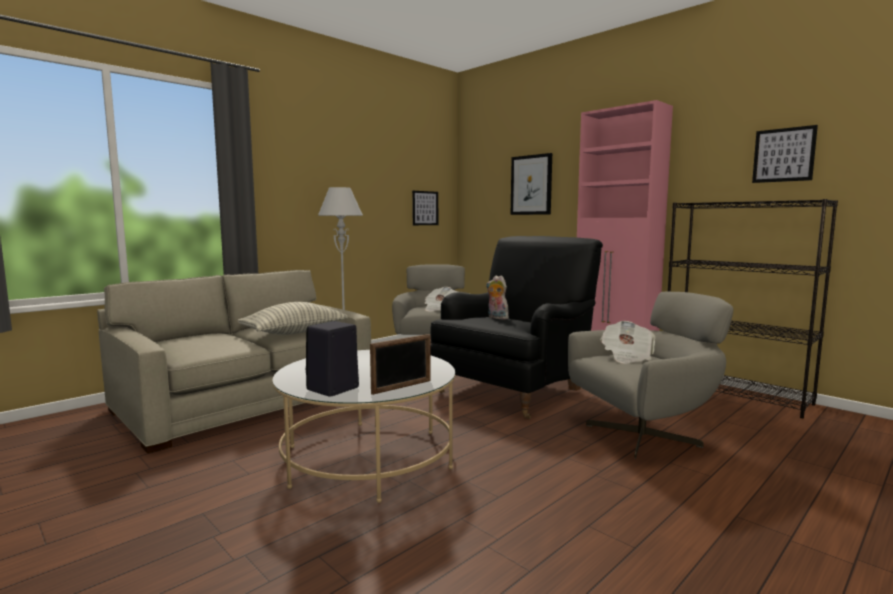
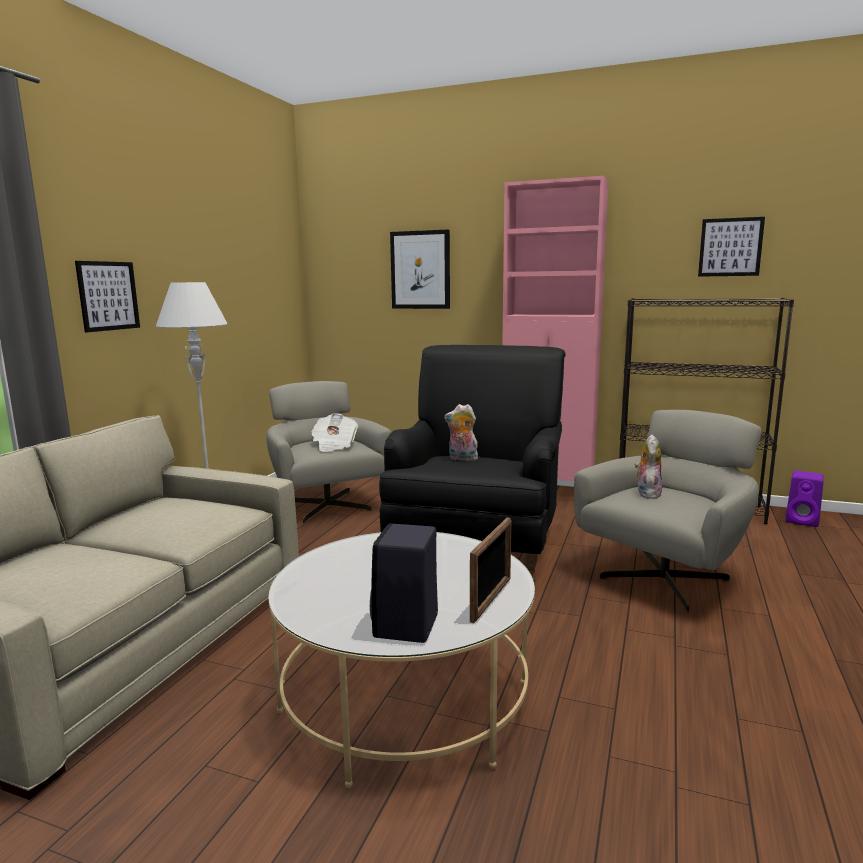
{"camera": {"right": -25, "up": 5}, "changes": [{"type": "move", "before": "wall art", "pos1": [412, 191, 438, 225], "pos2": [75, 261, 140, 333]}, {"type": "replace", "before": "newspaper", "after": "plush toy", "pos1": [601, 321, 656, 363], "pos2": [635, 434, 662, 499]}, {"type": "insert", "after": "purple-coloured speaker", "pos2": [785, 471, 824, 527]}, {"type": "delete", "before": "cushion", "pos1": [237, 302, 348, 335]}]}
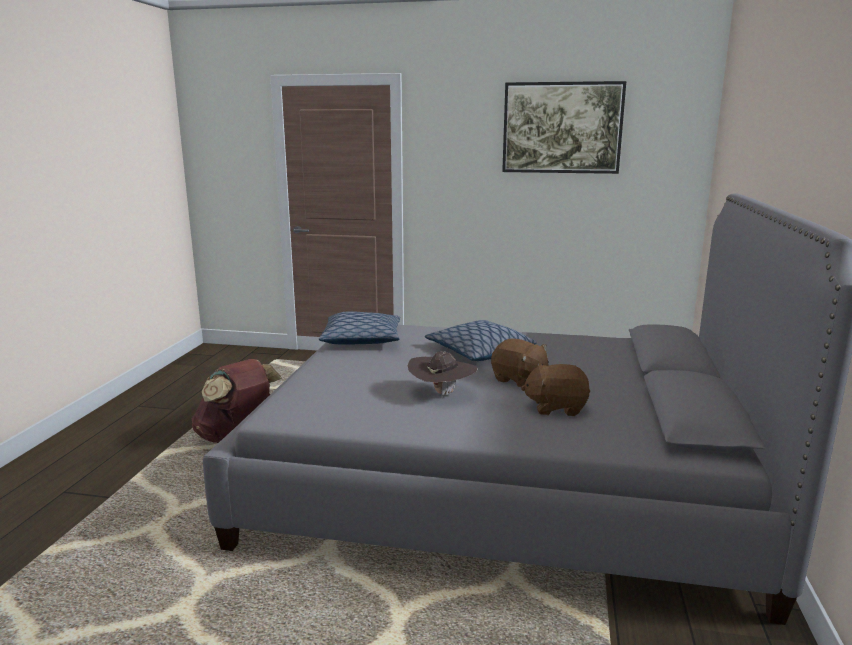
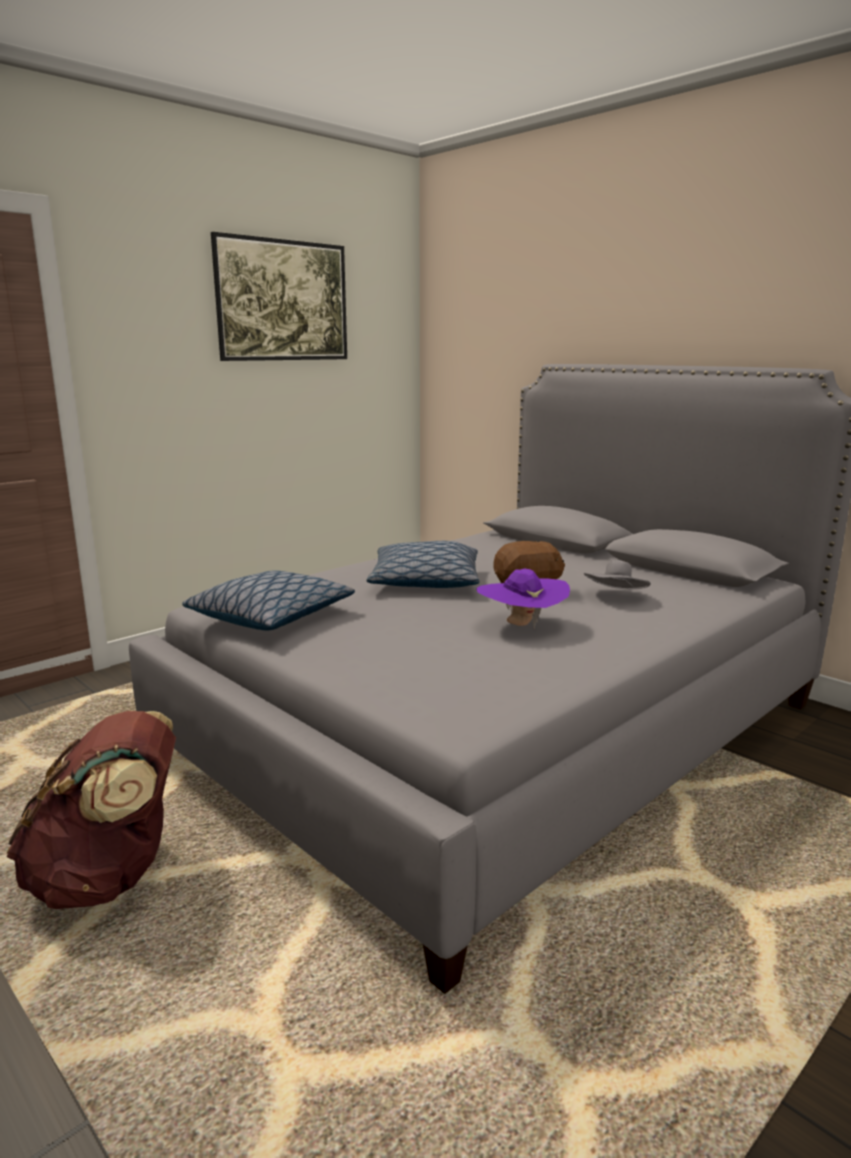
{"camera": {"right": -55, "up": 0}, "changes": [{"type": "recolor", "before": "brownish clothing hat", "after": "purple-coloured clothing hat", "pos1": [408, 351, 477, 399], "pos2": [476, 569, 570, 629]}, {"type": "replace", "before": "brownish plush toy", "after": "greyish clothing hat", "pos1": [521, 363, 590, 416], "pos2": [584, 560, 651, 590]}]}
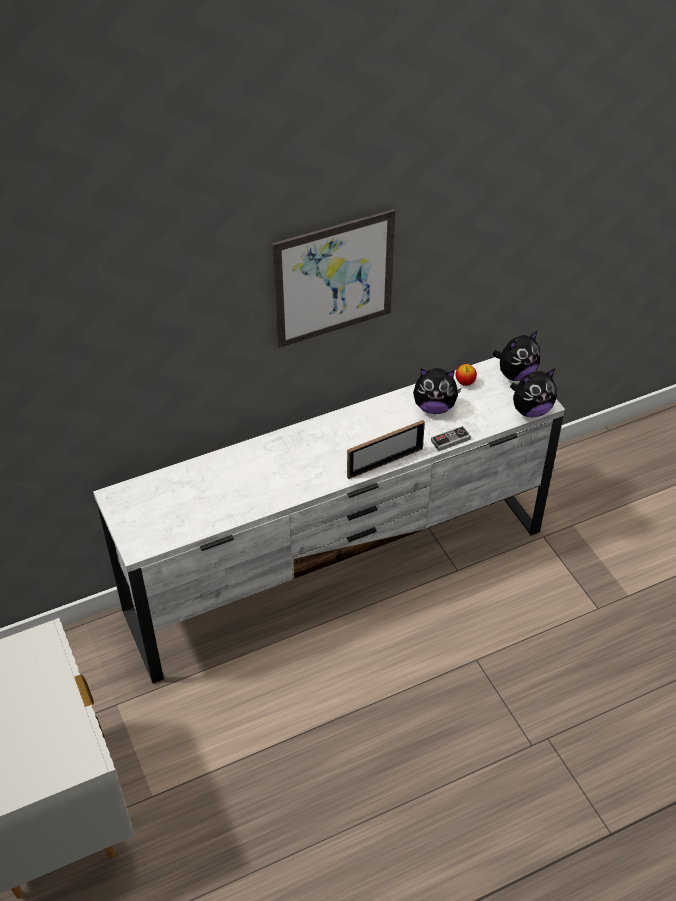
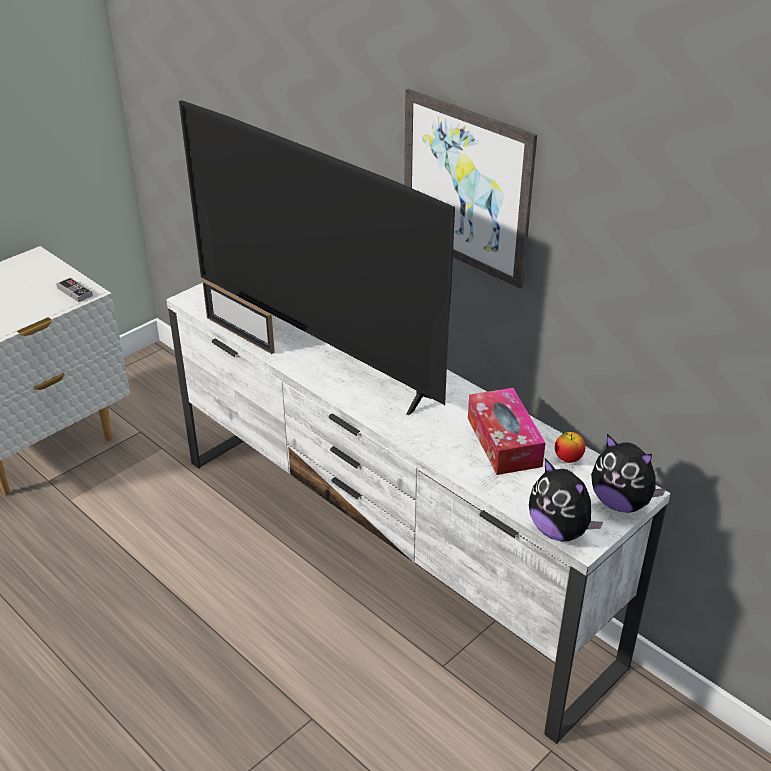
{"camera": {"right": 70, "up": -10}, "changes": [{"type": "move", "before": "gamepad", "pos1": [431, 426, 471, 451], "pos2": [56, 277, 93, 302]}, {"type": "insert", "after": "television", "pos2": [179, 100, 455, 415]}, {"type": "move", "before": "picture frame", "pos1": [347, 420, 425, 479], "pos2": [203, 279, 275, 354]}, {"type": "replace", "before": "plush toy", "after": "box of tissues", "pos1": [413, 368, 461, 414], "pos2": [468, 388, 546, 475]}]}
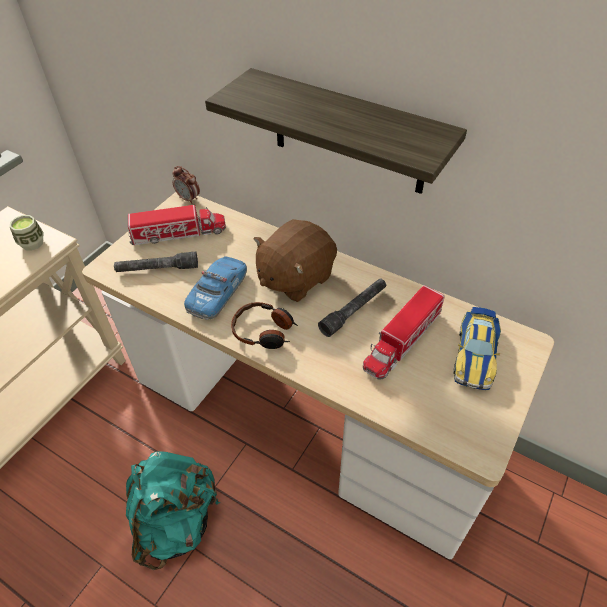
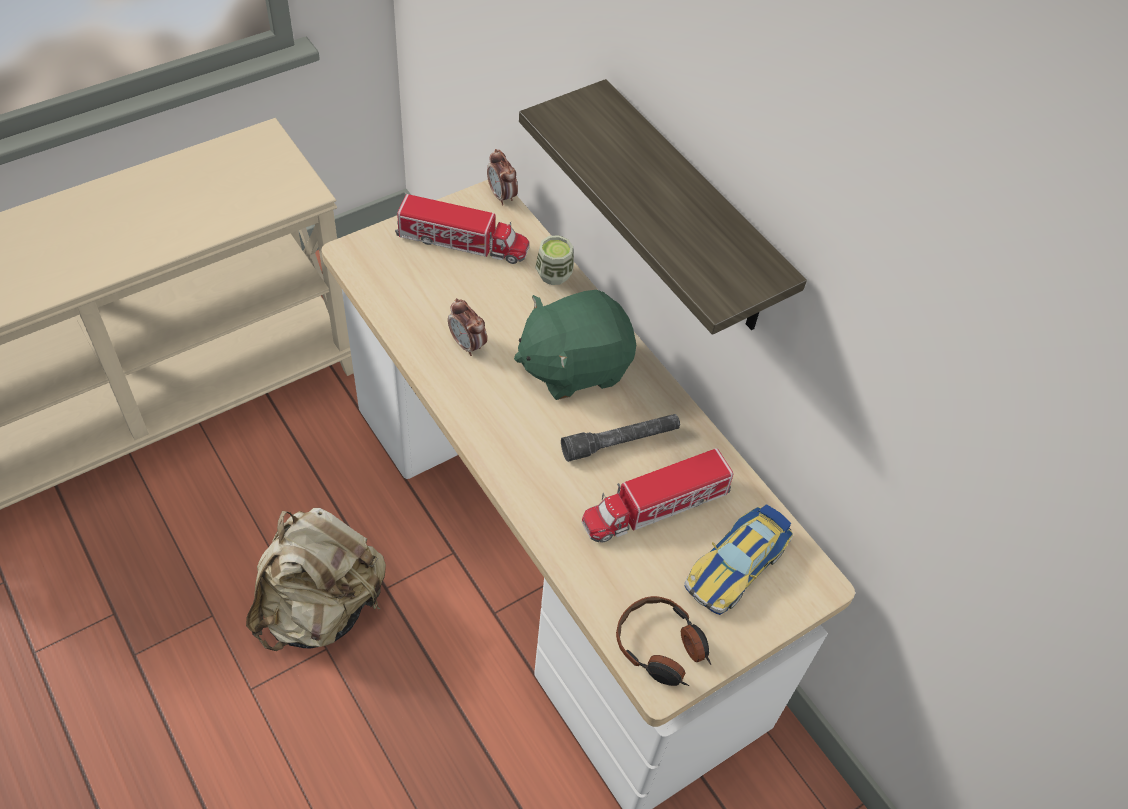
{"camera": {"right": 20, "up": 5}, "changes": [{"type": "recolor", "before": "turquoise knapsack", "after": "beige-coloured knapsack", "pos1": [126, 451, 220, 570], "pos2": [246, 508, 386, 651]}, {"type": "replace", "before": "model car", "after": "bedside clock", "pos1": [184, 256, 247, 320], "pos2": [448, 298, 487, 356]}, {"type": "recolor", "before": "brownish plush toy", "after": "greenish plush toy", "pos1": [253, 219, 337, 302], "pos2": [514, 290, 636, 400]}, {"type": "move", "before": "small cup", "pos1": [10, 215, 43, 251], "pos2": [535, 235, 574, 285]}, {"type": "move", "before": "headset", "pos1": [231, 302, 298, 349], "pos2": [616, 596, 712, 686]}, {"type": "delete", "before": "greyish flashlight", "pos1": [114, 252, 198, 272]}]}
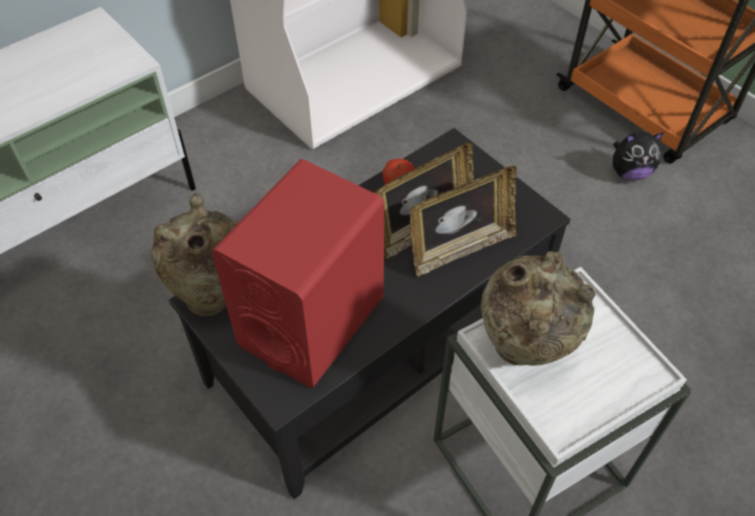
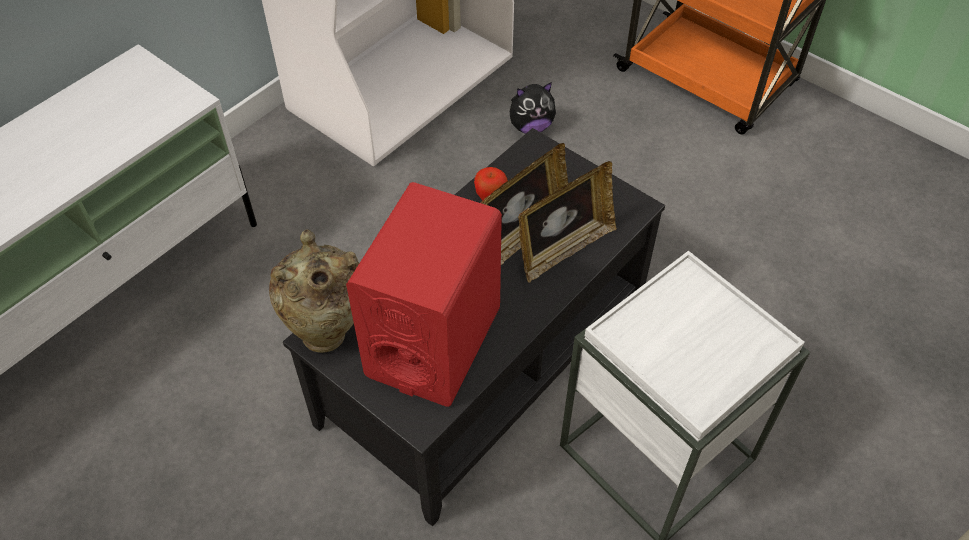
{"camera": {"right": -10, "up": 0}, "changes": [{"type": "move", "before": "plush toy", "pos1": [613, 132, 664, 180], "pos2": [510, 82, 556, 134]}, {"type": "delete", "before": "beige-coloured vase", "pos1": [481, 251, 595, 366]}]}
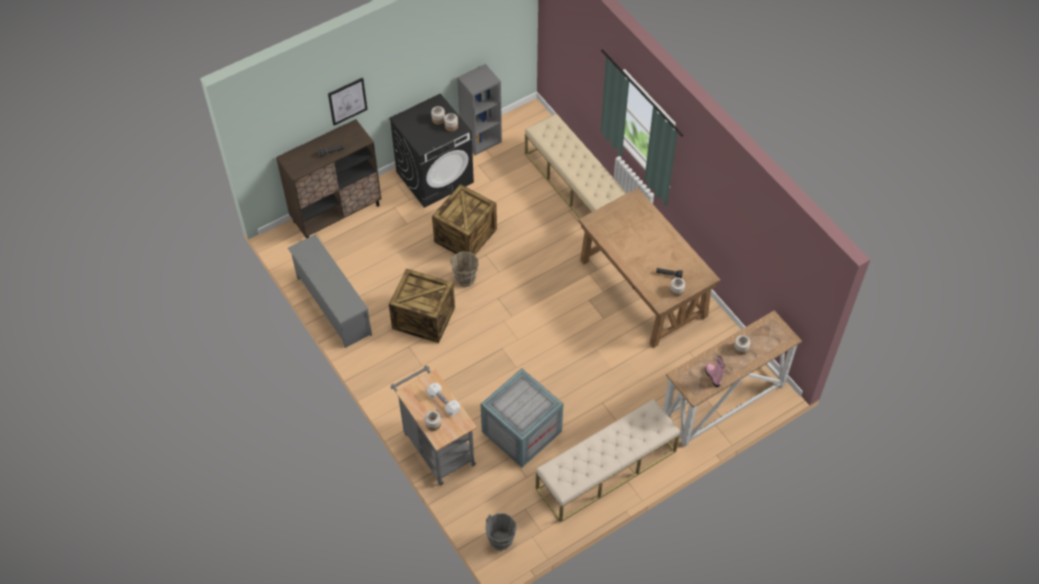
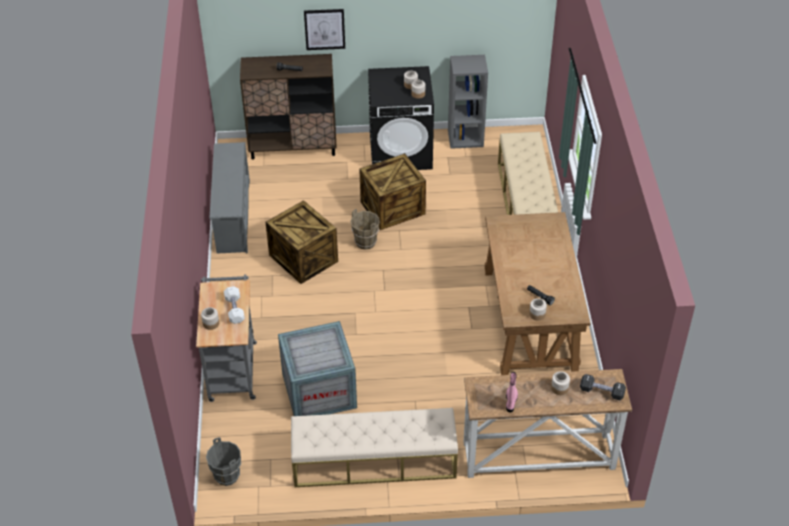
{"camera": {"right": 30, "up": -10}, "changes": [{"type": "insert", "after": "black-coloured dumbbell", "pos2": [580, 374, 626, 400]}]}
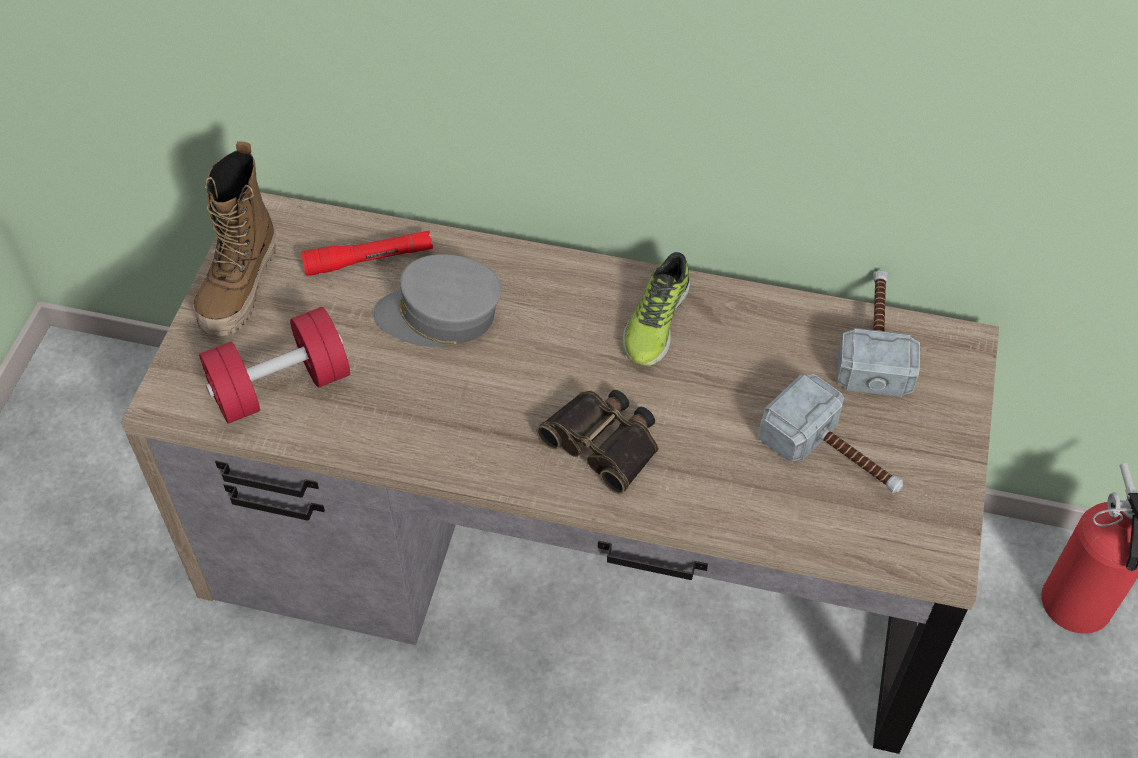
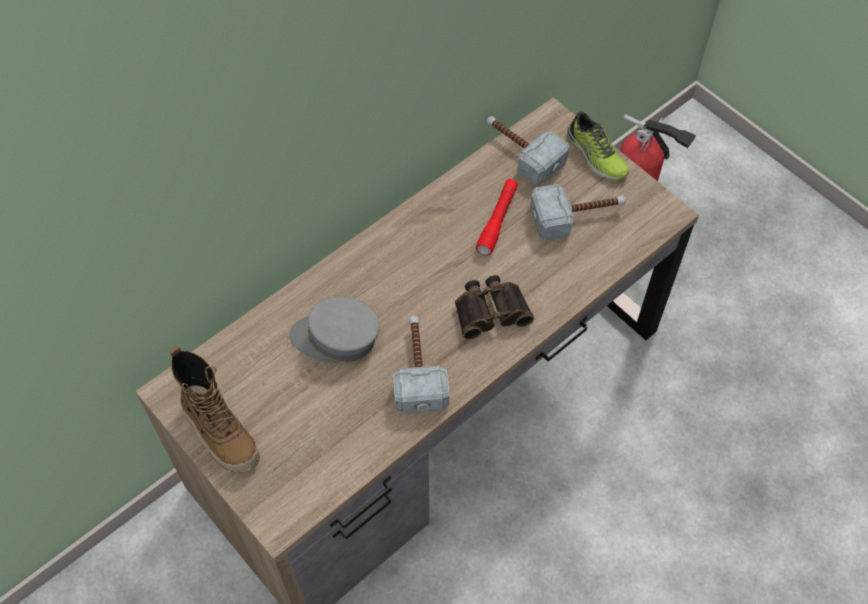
{"camera": {"right": -55, "up": 5}, "changes": [{"type": "rotate", "before": "greyish peaked cap", "pos1": [373, 254, 501, 347], "pos2": [290, 297, 380, 363], "turn": 60}, {"type": "insert", "after": "hand hammer", "pos2": [393, 315, 450, 413]}, {"type": "move", "before": "red flashlight", "pos1": [301, 231, 433, 276], "pos2": [476, 179, 518, 255]}, {"type": "move", "before": "shoe", "pos1": [623, 252, 690, 366], "pos2": [567, 112, 629, 180]}, {"type": "delete", "before": "red dumbbell", "pos1": [199, 307, 350, 424]}]}
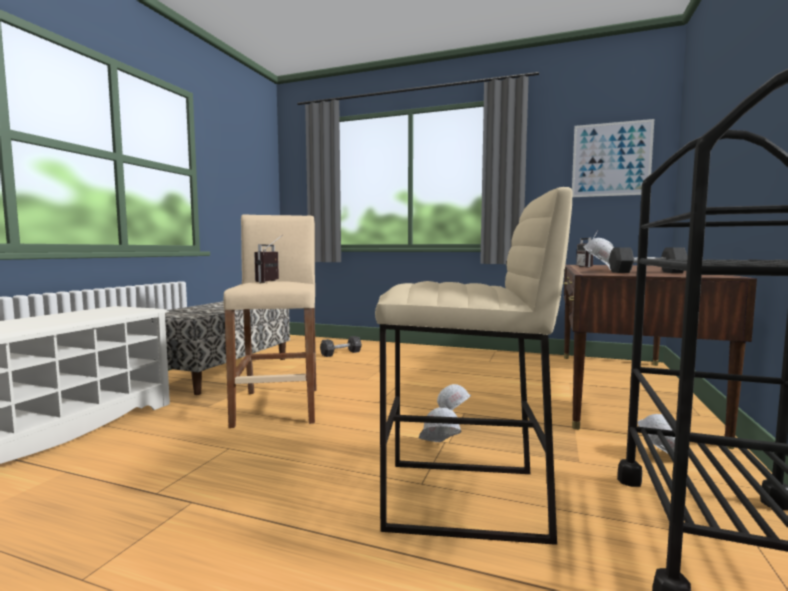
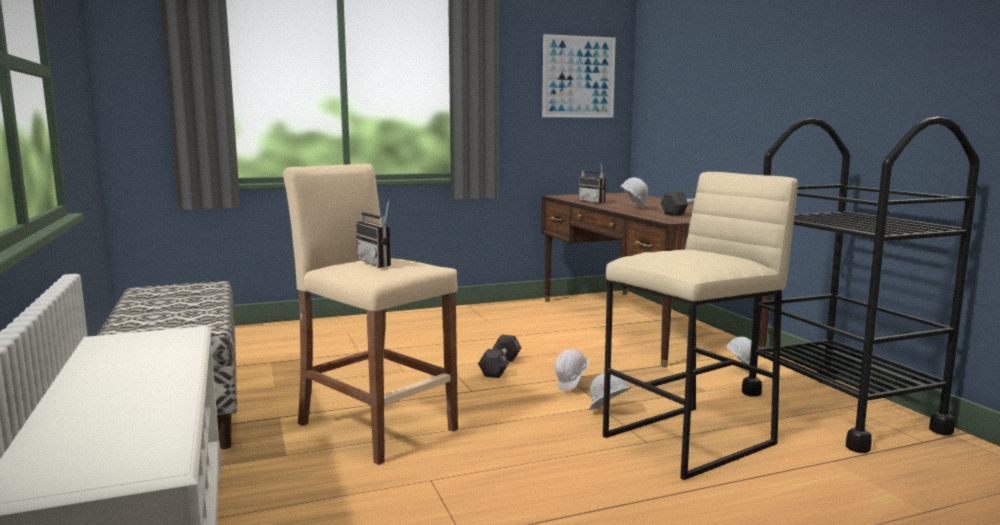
{"camera": {"right": -40, "up": 5}, "changes": [{"type": "move", "before": "black-coloured dumbbell", "pos1": [320, 336, 362, 357], "pos2": [478, 335, 521, 378]}]}
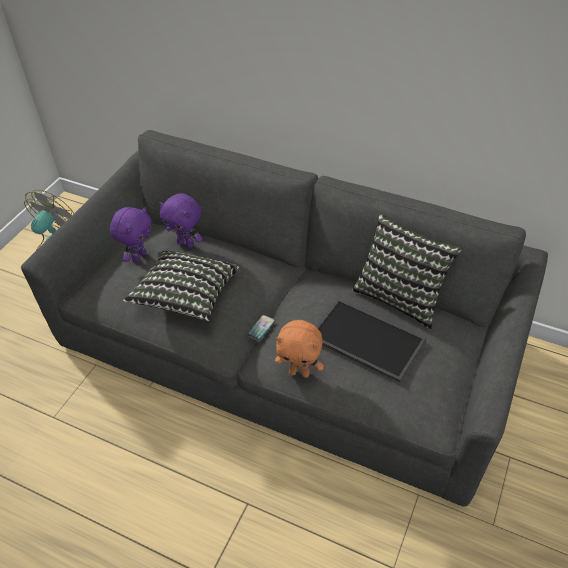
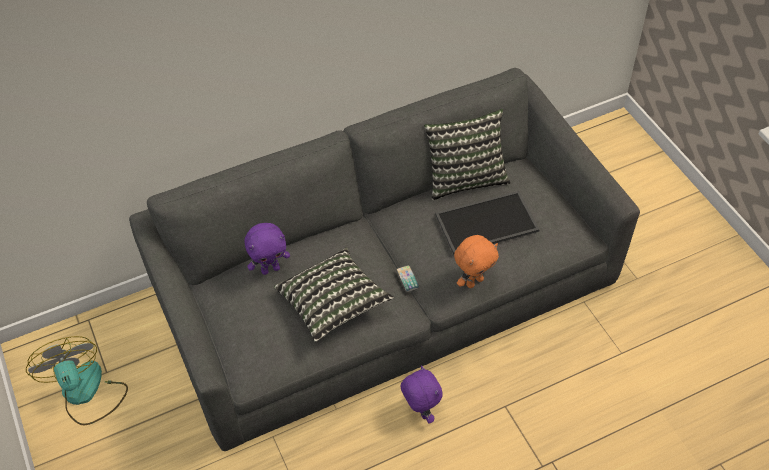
{"camera": {"right": -50, "up": 5}, "changes": [{"type": "move", "before": "purple-coloured plush toy", "pos1": [110, 207, 152, 263], "pos2": [401, 365, 443, 424]}]}
